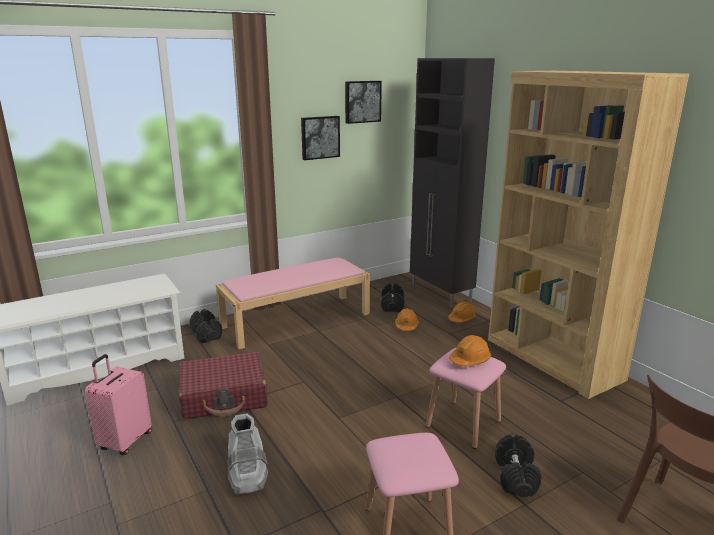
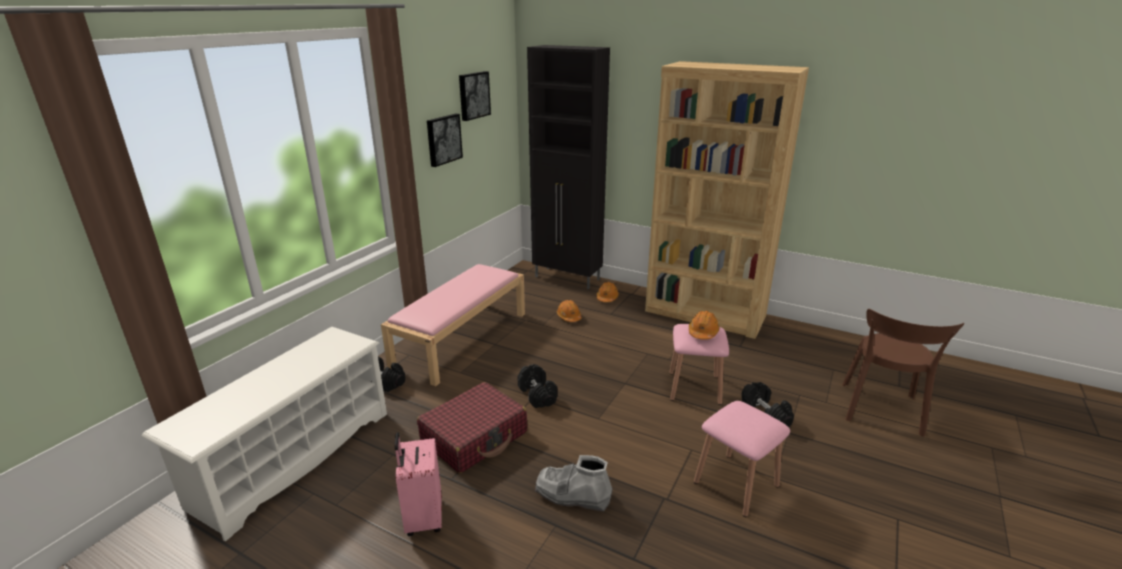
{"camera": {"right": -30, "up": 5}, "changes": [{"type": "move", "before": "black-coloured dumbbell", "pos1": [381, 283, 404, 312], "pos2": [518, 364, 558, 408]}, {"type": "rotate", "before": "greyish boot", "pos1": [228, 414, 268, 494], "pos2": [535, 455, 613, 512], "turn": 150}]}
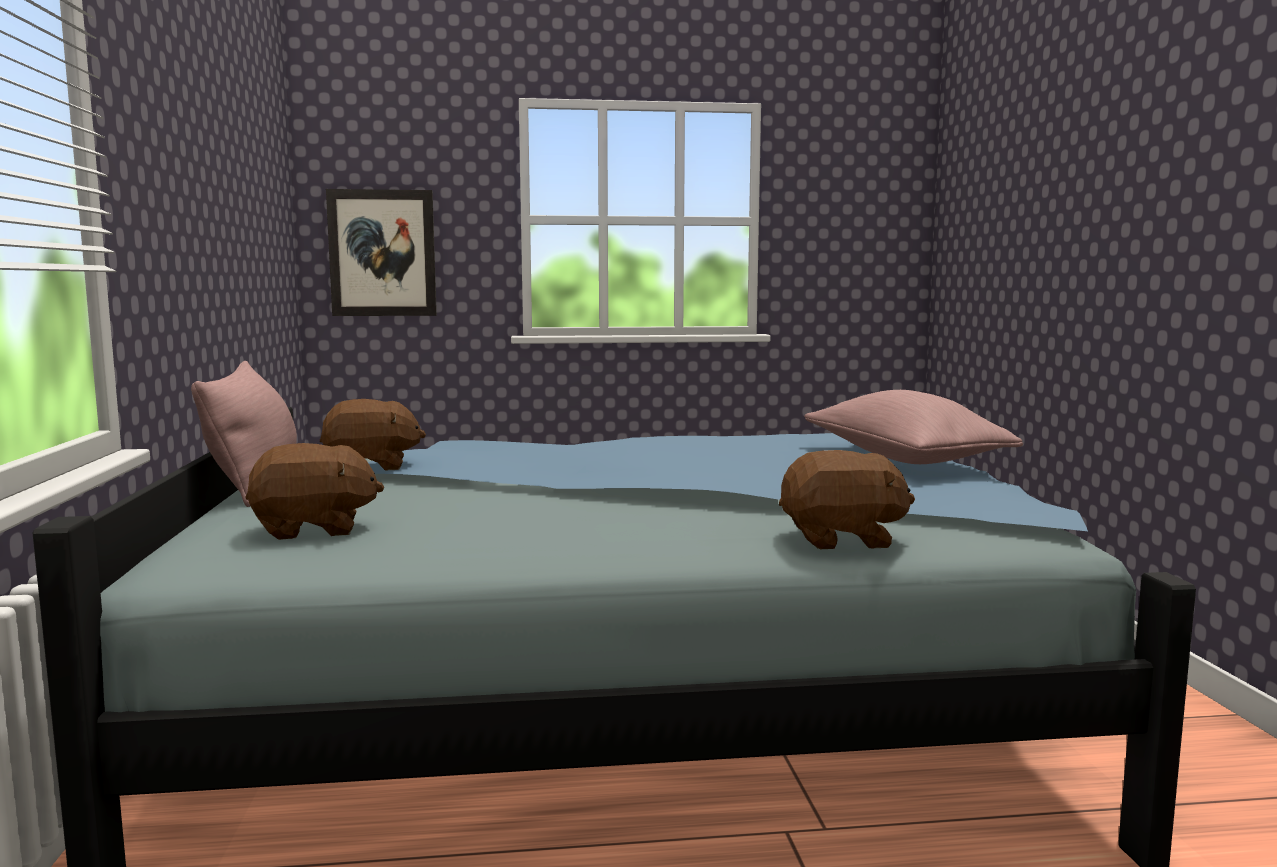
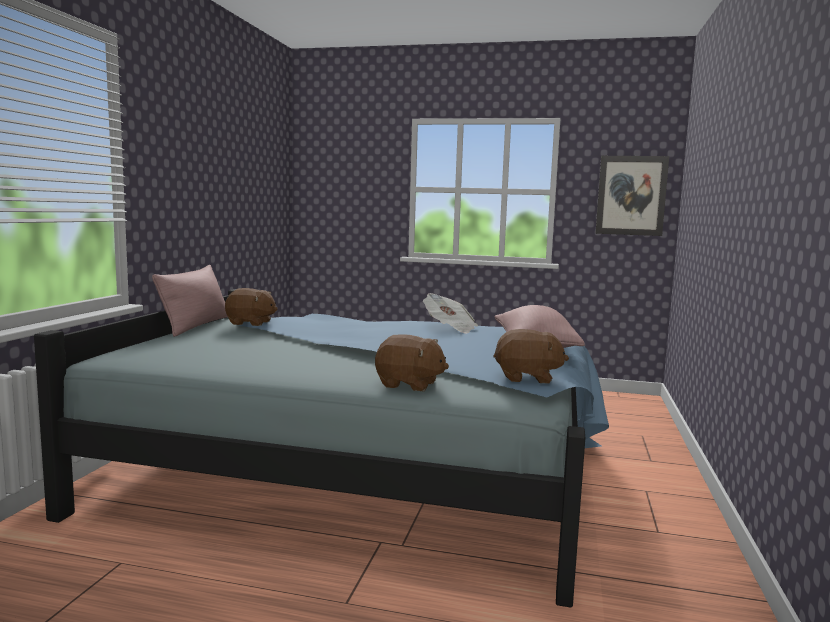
{"camera": {"right": 20, "up": 0}, "changes": [{"type": "insert", "after": "newspaper", "pos2": [423, 293, 478, 333]}, {"type": "move", "before": "brownish plush toy", "pos1": [246, 443, 384, 540], "pos2": [493, 329, 569, 384]}, {"type": "move", "before": "wall art", "pos1": [326, 189, 437, 316], "pos2": [595, 156, 669, 236]}]}
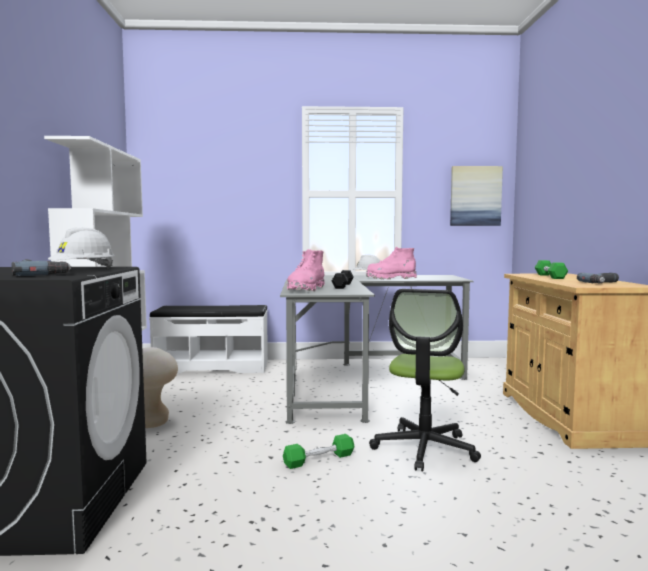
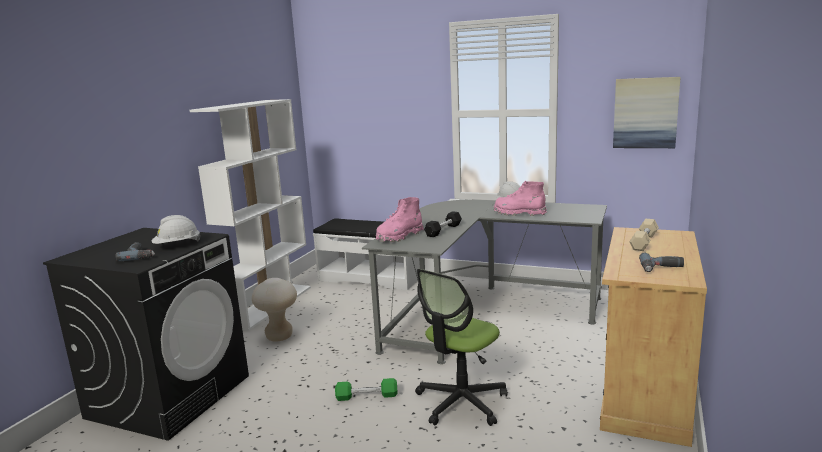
{"camera": {"right": 25, "up": 10}, "changes": [{"type": "recolor", "before": "greenish dumbbell", "after": "beige-coloured dumbbell", "pos1": [535, 260, 568, 279], "pos2": [629, 219, 659, 251]}]}
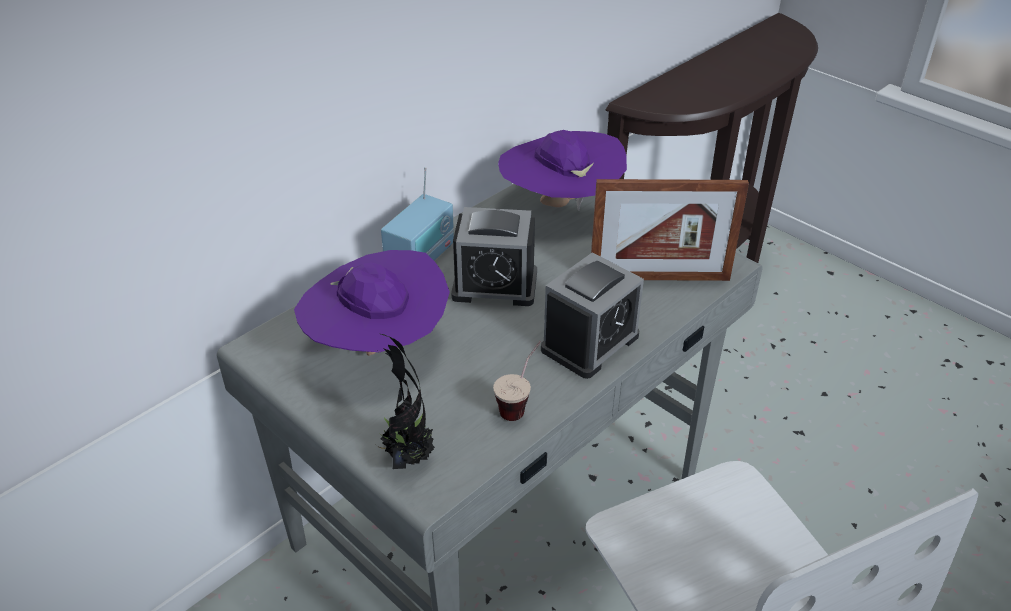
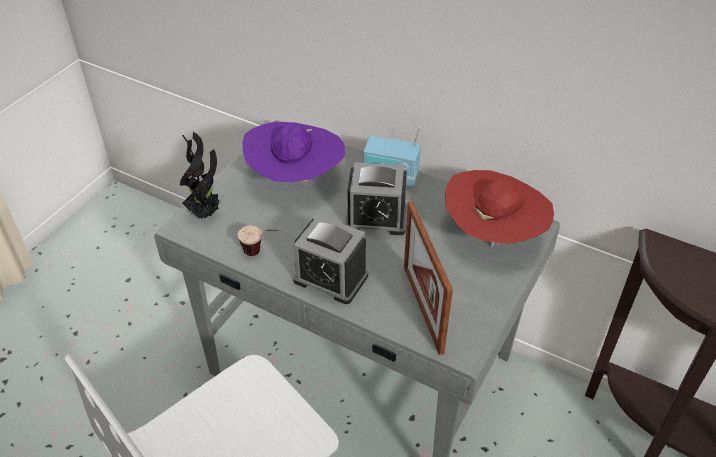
{"camera": {"right": 75, "up": 5}, "changes": [{"type": "rotate", "before": "bedside clock", "pos1": [451, 207, 537, 306], "pos2": [345, 163, 407, 235], "turn": -75}, {"type": "recolor", "before": "purple-coloured clothing hat", "after": "red clothing hat", "pos1": [498, 130, 627, 211], "pos2": [445, 170, 554, 248]}]}
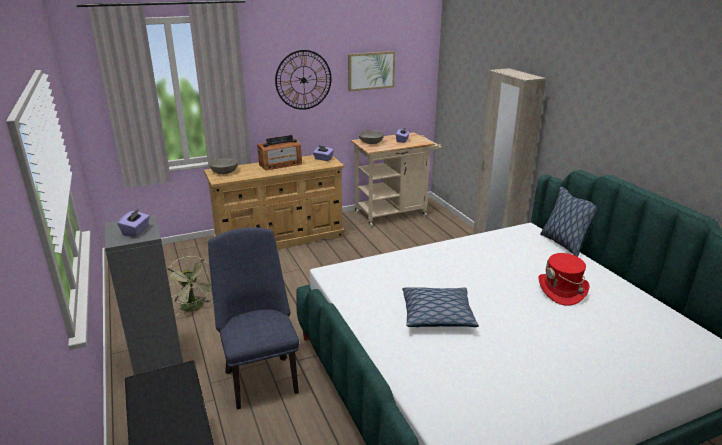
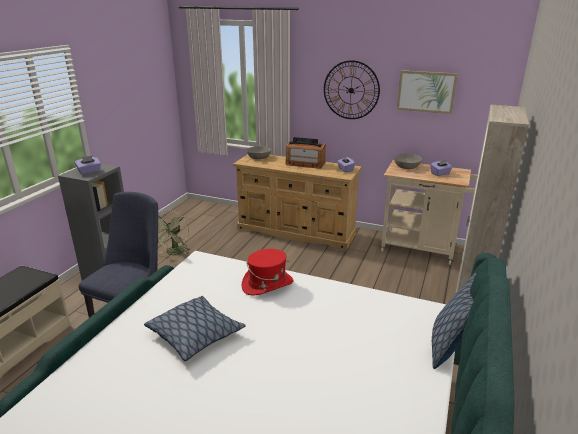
{"camera": {"right": 45, "up": 0}, "changes": [{"type": "move", "before": "red clothing hat", "pos1": [538, 253, 589, 306], "pos2": [242, 249, 294, 295]}]}
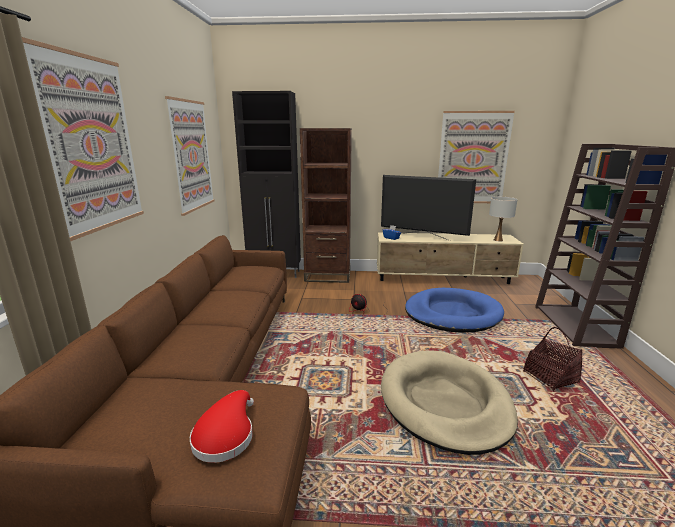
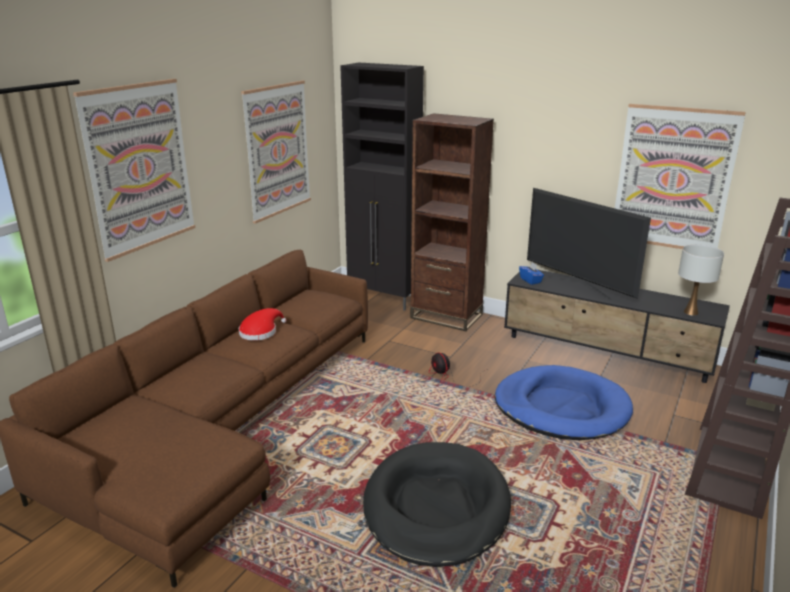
{"camera": {"right": 25, "up": 5}, "changes": [{"type": "move", "before": "red clothing hat", "pos1": [190, 390, 254, 463], "pos2": [239, 308, 286, 341]}, {"type": "recolor", "before": "beige-coloured dog cushion", "after": "black-coloured dog cushion", "pos1": [381, 350, 518, 455], "pos2": [363, 442, 511, 567]}, {"type": "recolor", "before": "beige-coloured media console", "after": "black-coloured media console", "pos1": [377, 232, 524, 284], "pos2": [504, 270, 730, 383]}, {"type": "delete", "before": "storage basket", "pos1": [523, 327, 582, 392]}]}
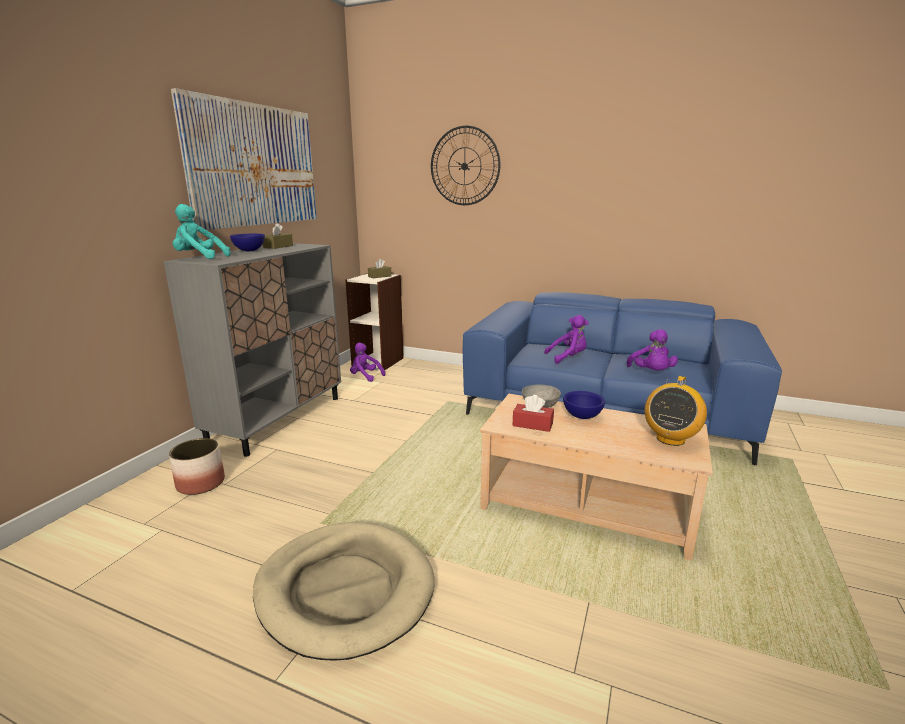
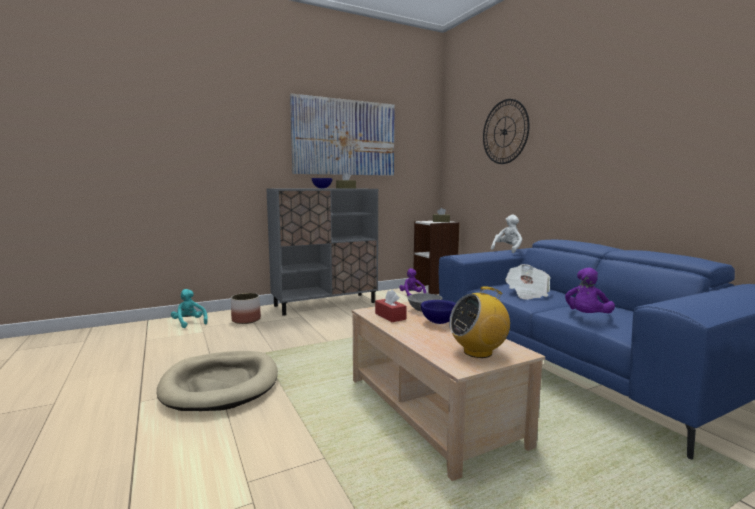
{"camera": {"right": 40, "up": -10}, "changes": [{"type": "move", "before": "turquoise plush toy", "pos1": [173, 204, 231, 259], "pos2": [171, 289, 208, 328]}, {"type": "insert", "after": "whitish plush toy", "pos2": [491, 215, 522, 253]}, {"type": "replace", "before": "purple-coloured plush toy", "after": "newspaper", "pos1": [544, 315, 589, 364], "pos2": [505, 264, 551, 300]}]}
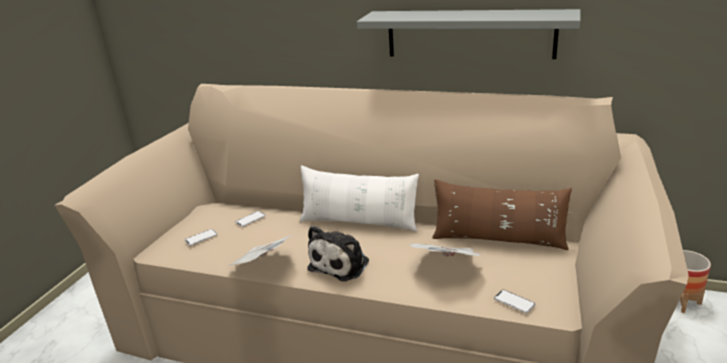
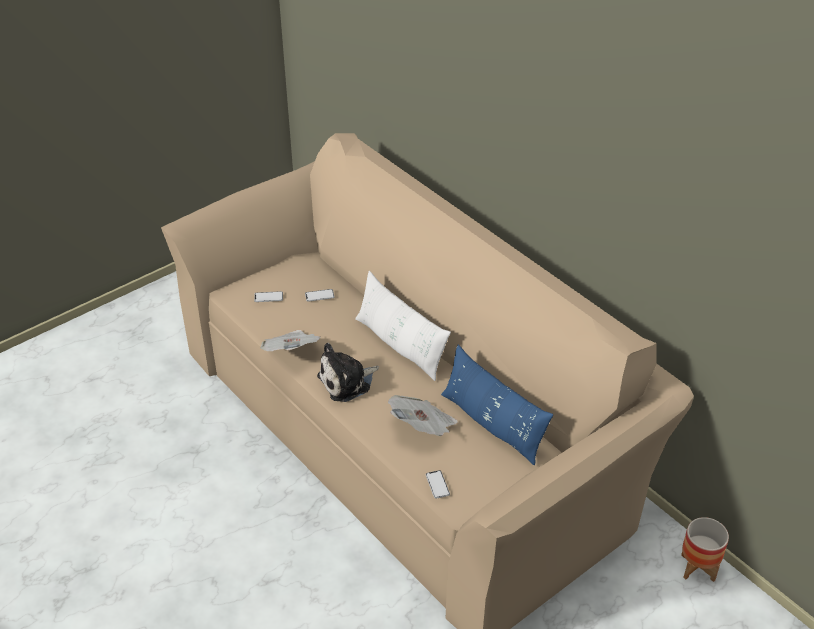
{"camera": {"right": 30, "up": 15}, "changes": [{"type": "recolor", "before": "brownish cushion", "after": "blue-coloured cushion", "pos1": [432, 179, 572, 250], "pos2": [441, 345, 553, 465]}, {"type": "delete", "before": "greyish shelf", "pos1": [357, 9, 580, 59]}]}
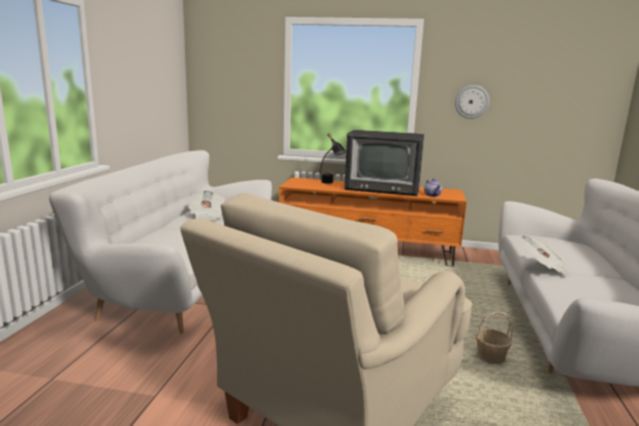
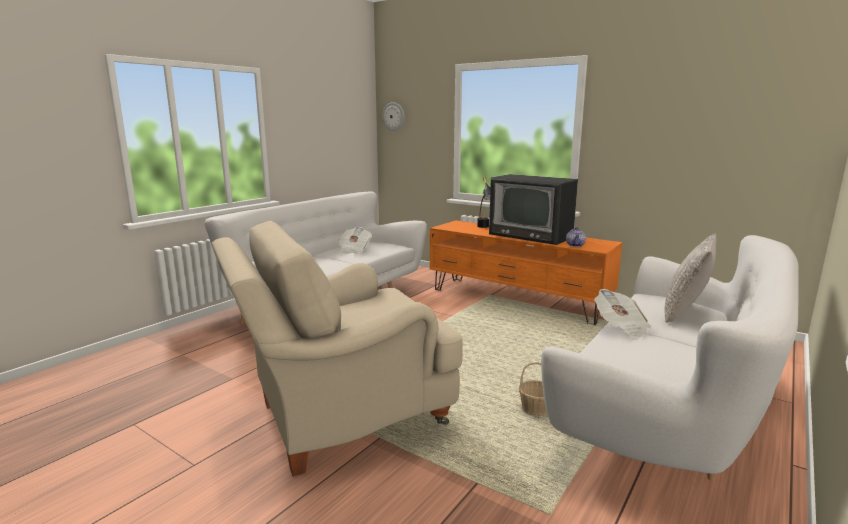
{"camera": {"right": 25, "up": 0}, "changes": [{"type": "move", "before": "clock on the wall", "pos1": [455, 85, 489, 119], "pos2": [383, 102, 405, 131]}, {"type": "insert", "after": "greyish cushion", "pos2": [665, 233, 717, 323]}]}
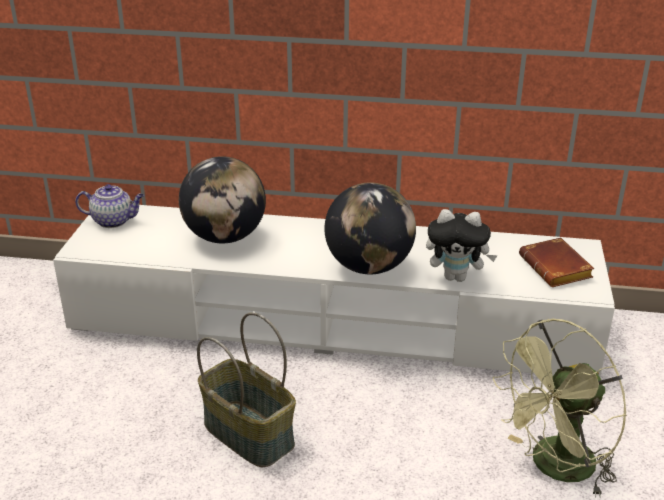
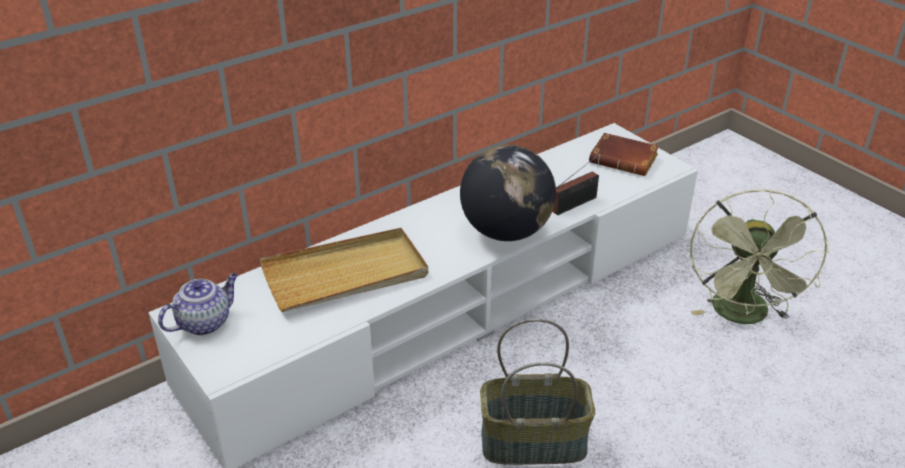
{"camera": {"right": -45, "up": 5}, "changes": [{"type": "replace", "before": "world globe", "after": "beige-coloured tray", "pos1": [179, 156, 266, 244], "pos2": [260, 228, 428, 312]}, {"type": "replace", "before": "plush toy", "after": "radio", "pos1": [426, 209, 497, 282], "pos2": [552, 152, 602, 215]}]}
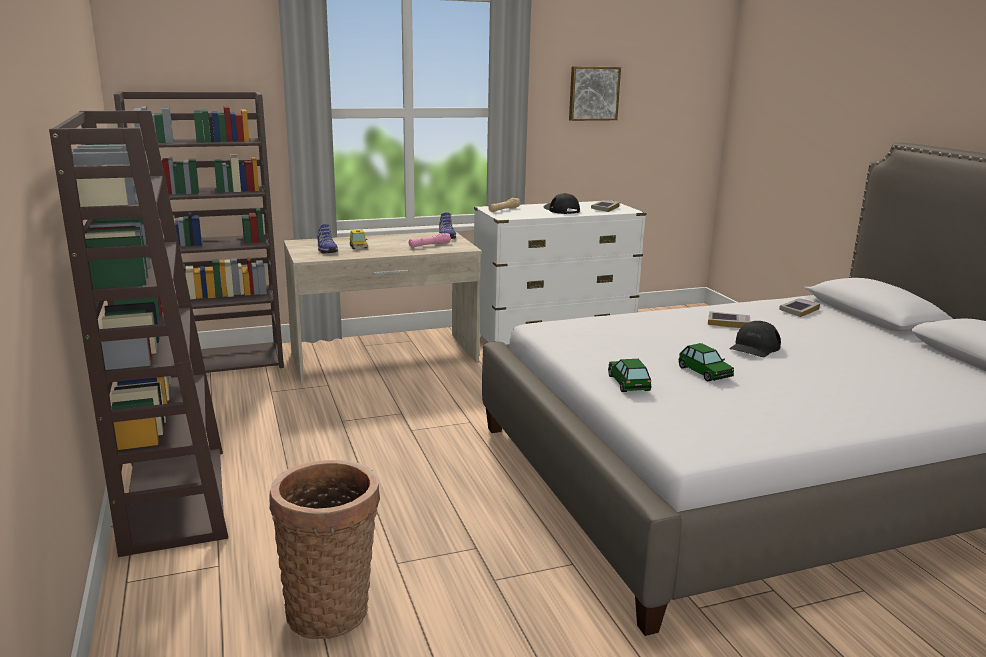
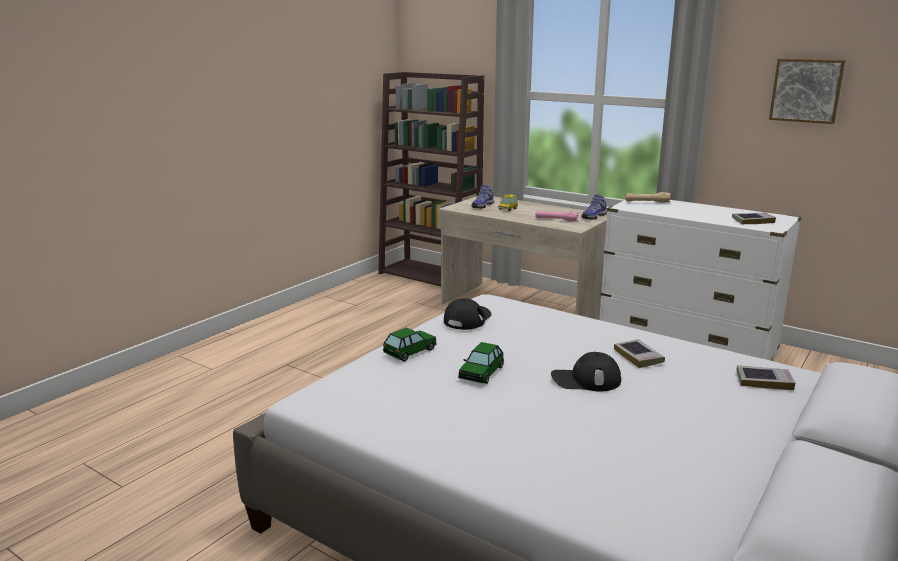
{"camera": {"right": 55, "up": 0}, "changes": [{"type": "move", "before": "black-coloured peaked cap", "pos1": [544, 193, 580, 214], "pos2": [444, 298, 491, 330]}, {"type": "delete", "before": "brownish bookcase", "pos1": [49, 110, 228, 557]}, {"type": "delete", "before": "storage basket", "pos1": [269, 460, 380, 639]}]}
